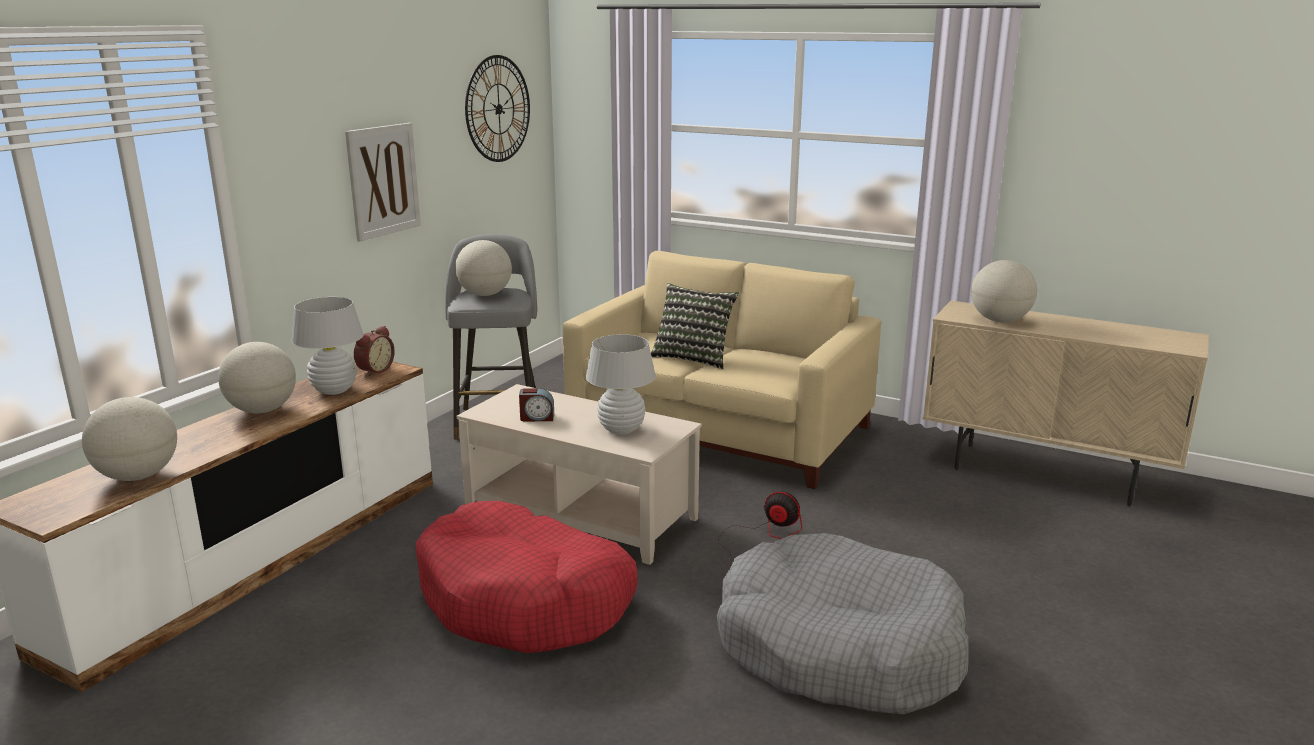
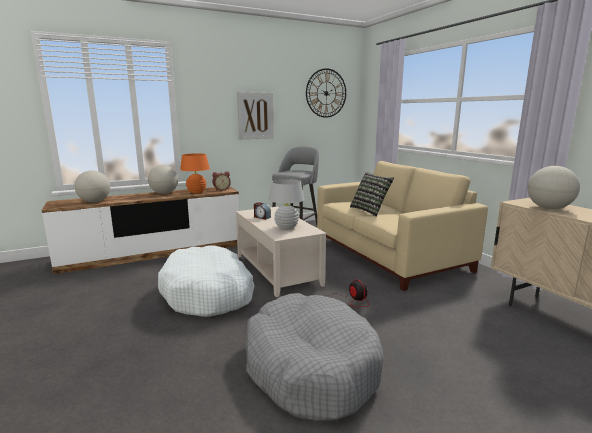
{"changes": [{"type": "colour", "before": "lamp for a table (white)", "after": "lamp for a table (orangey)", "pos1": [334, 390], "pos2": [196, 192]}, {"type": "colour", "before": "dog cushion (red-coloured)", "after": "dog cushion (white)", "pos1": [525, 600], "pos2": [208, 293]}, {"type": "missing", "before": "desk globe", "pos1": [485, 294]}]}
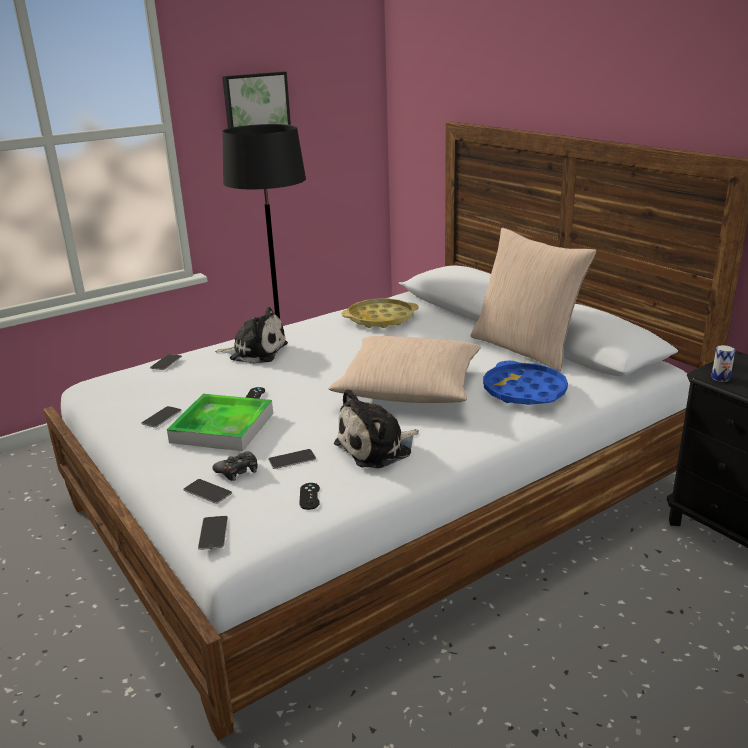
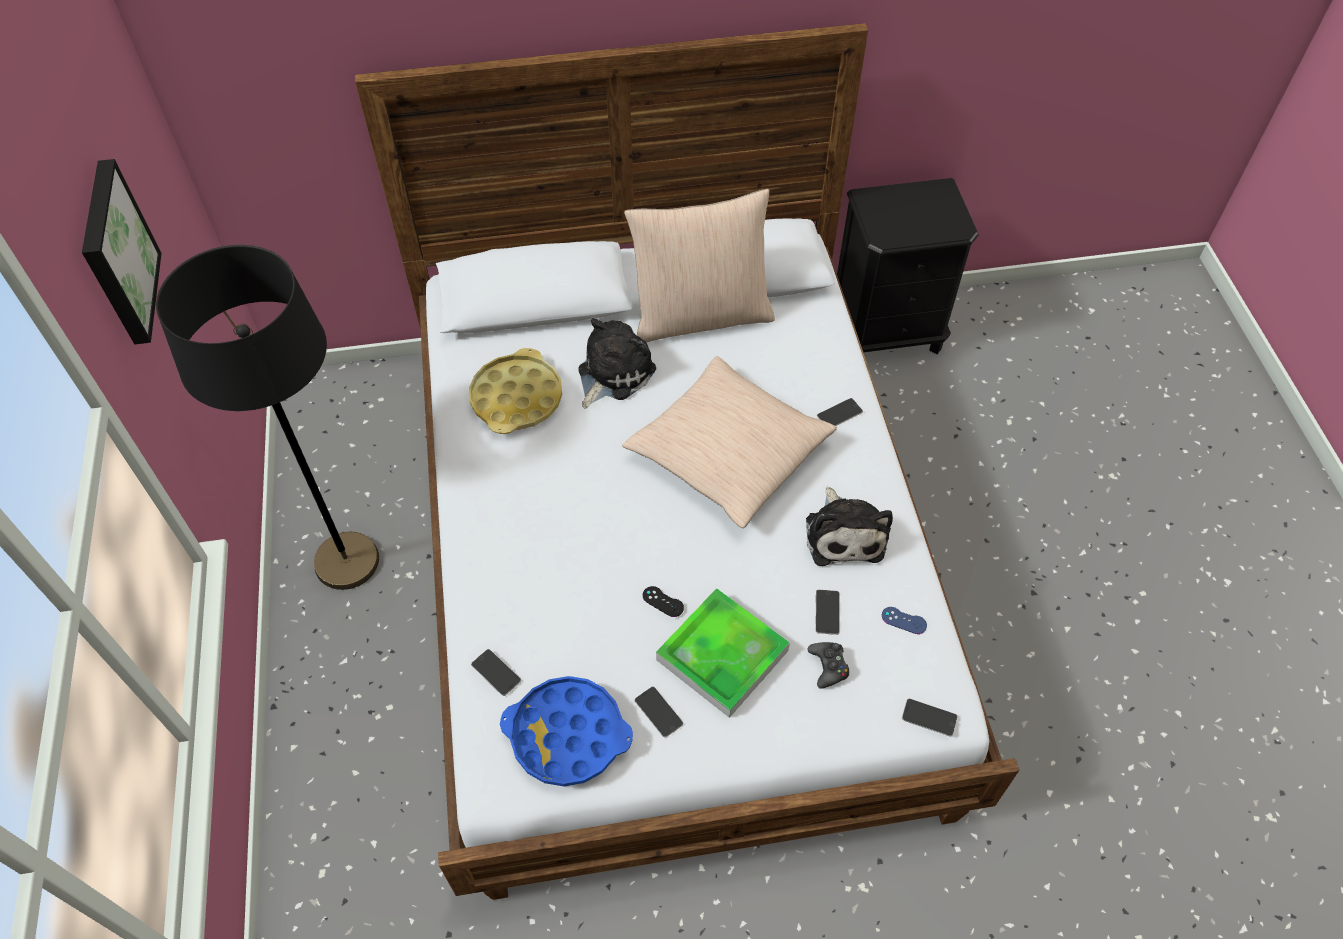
{"changes": [{"type": "relocated", "before": "phone", "pos1": [207, 491], "pos2": [839, 413]}, {"type": "relocated", "before": "soft toy", "pos1": [255, 352], "pos2": [612, 373]}, {"type": "colour", "before": "game controller (blackish)", "after": "game controller (blue)", "pos1": [309, 496], "pos2": [904, 620]}, {"type": "relocated", "before": "tray (blue)", "pos1": [524, 391], "pos2": [567, 735]}, {"type": "missing", "before": "metal can", "pos1": [720, 378]}]}
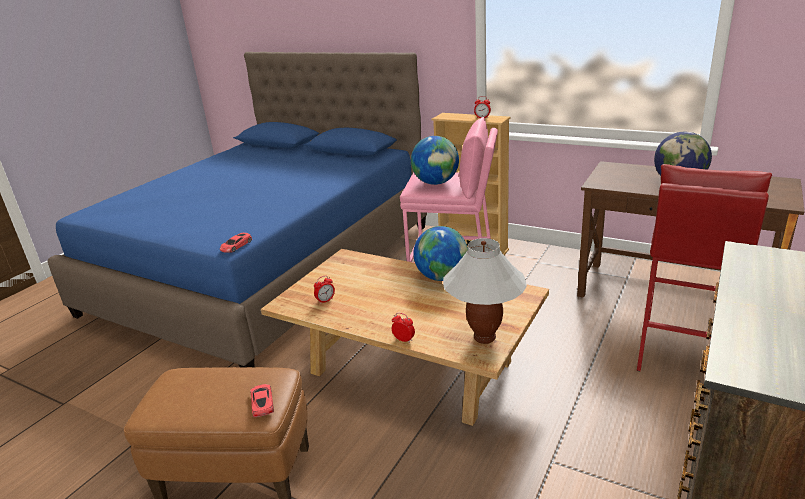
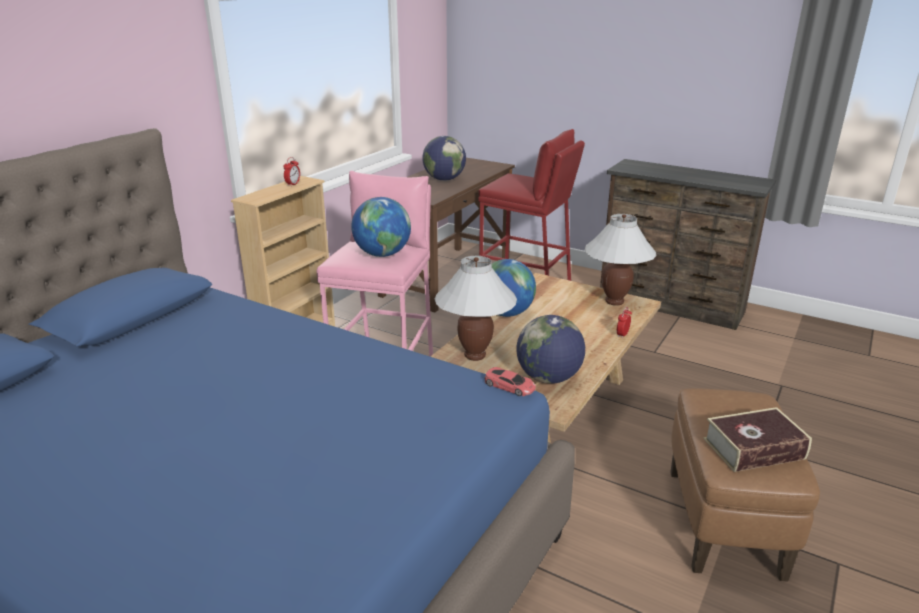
{"changes": [{"type": "missing", "before": "toy car (red-coloured)", "pos1": [262, 402]}, {"type": "exchanged", "before": "bedside clock", "after": "desk globe", "pos1": [325, 301], "pos2": [548, 378]}, {"type": "appeared", "after": "lamp for a table (white)", "pos2": [475, 355]}, {"type": "appeared", "after": "volume", "pos2": [754, 449]}]}
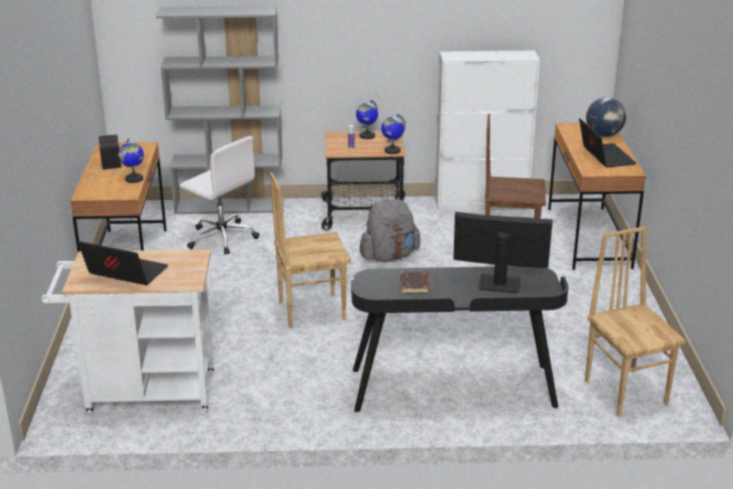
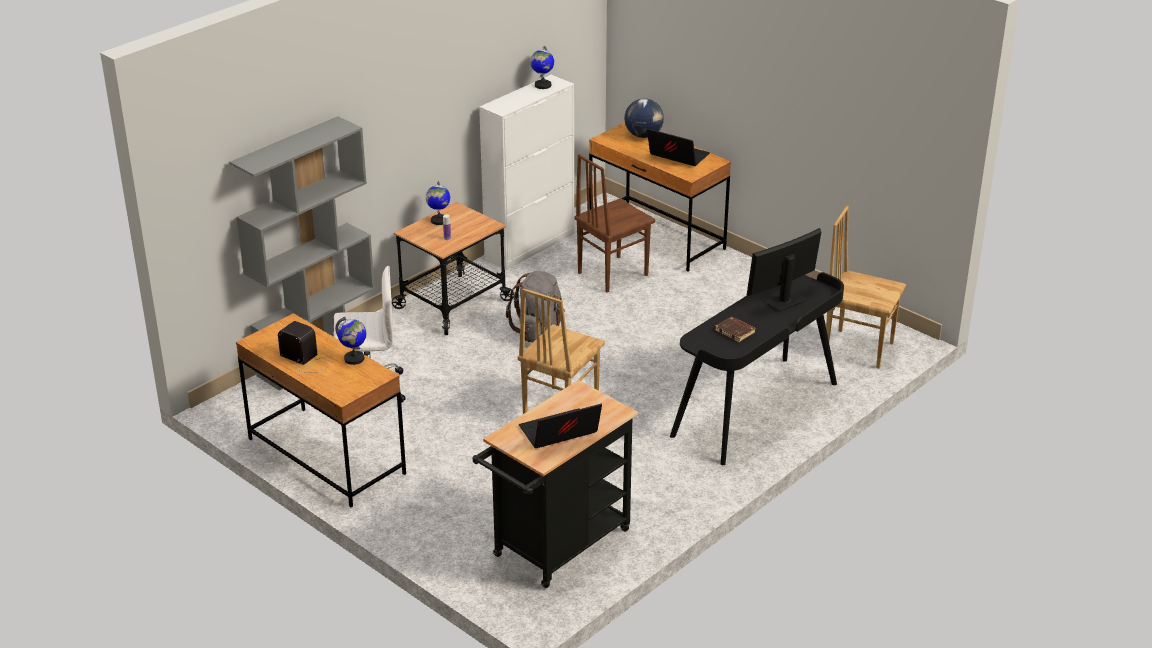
{"changes": [{"type": "colour", "before": "trolley (white)", "after": "trolley (blackish)", "pos1": [142, 394], "pos2": [556, 548]}, {"type": "relocated", "before": "desk globe", "pos1": [392, 151], "pos2": [542, 85]}]}
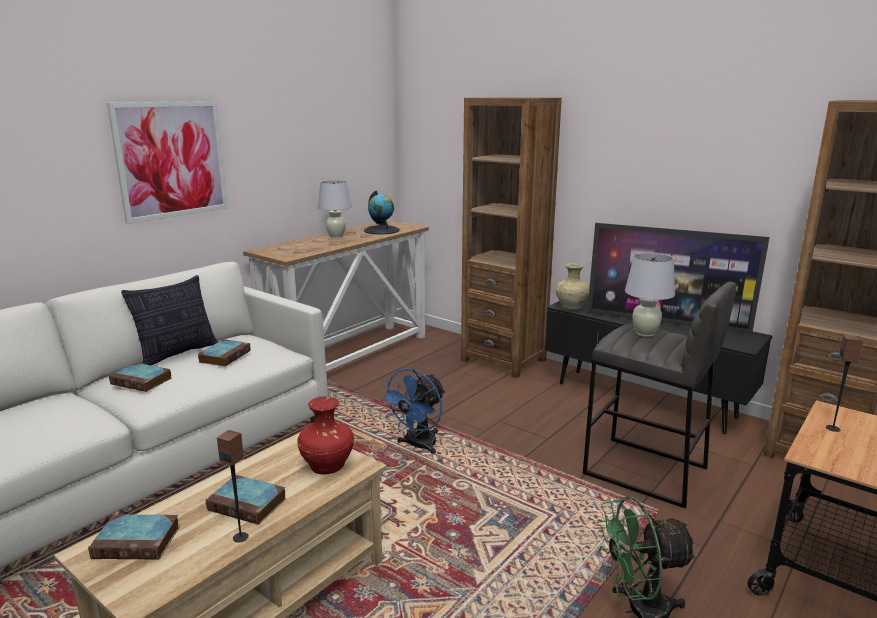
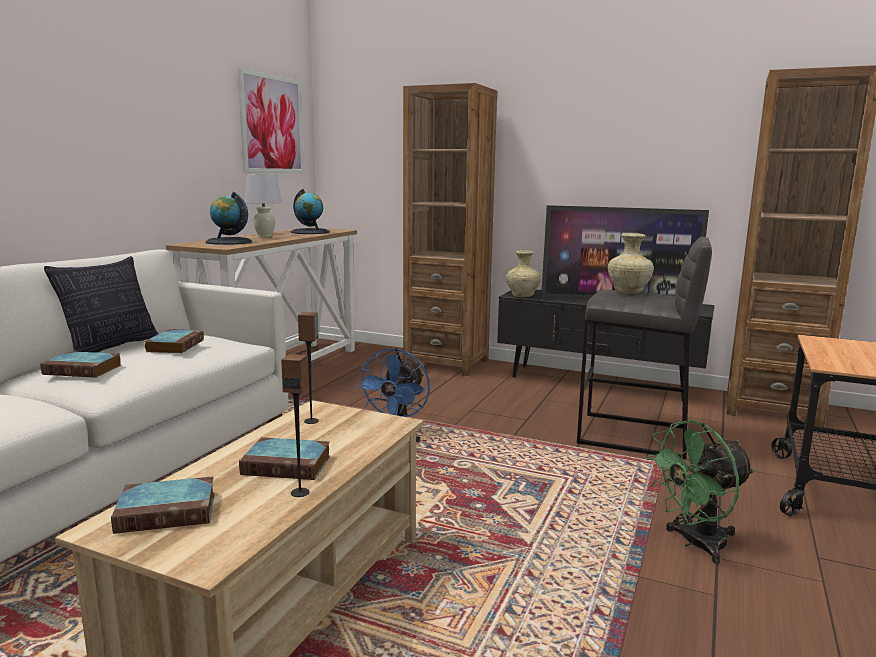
{"changes": [{"type": "relocated", "before": "wall picture", "pos1": [172, 160], "pos2": [272, 124]}, {"type": "missing", "before": "vase (red-coloured)", "pos1": [328, 467]}, {"type": "exchanged", "before": "lamp for a table (white)", "after": "vase (beige)", "pos1": [645, 333], "pos2": [629, 292]}, {"type": "relocated", "before": "speaker", "pos1": [833, 428], "pos2": [311, 421]}, {"type": "appeared", "after": "desk globe", "pos2": [228, 242]}]}
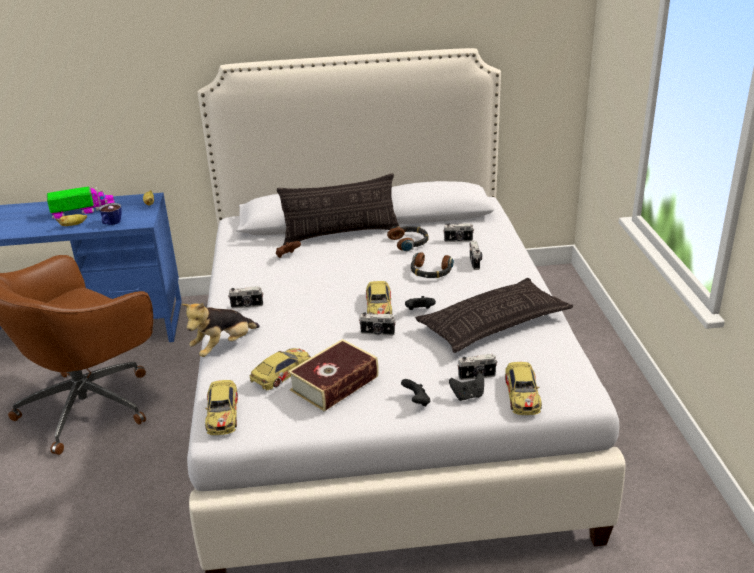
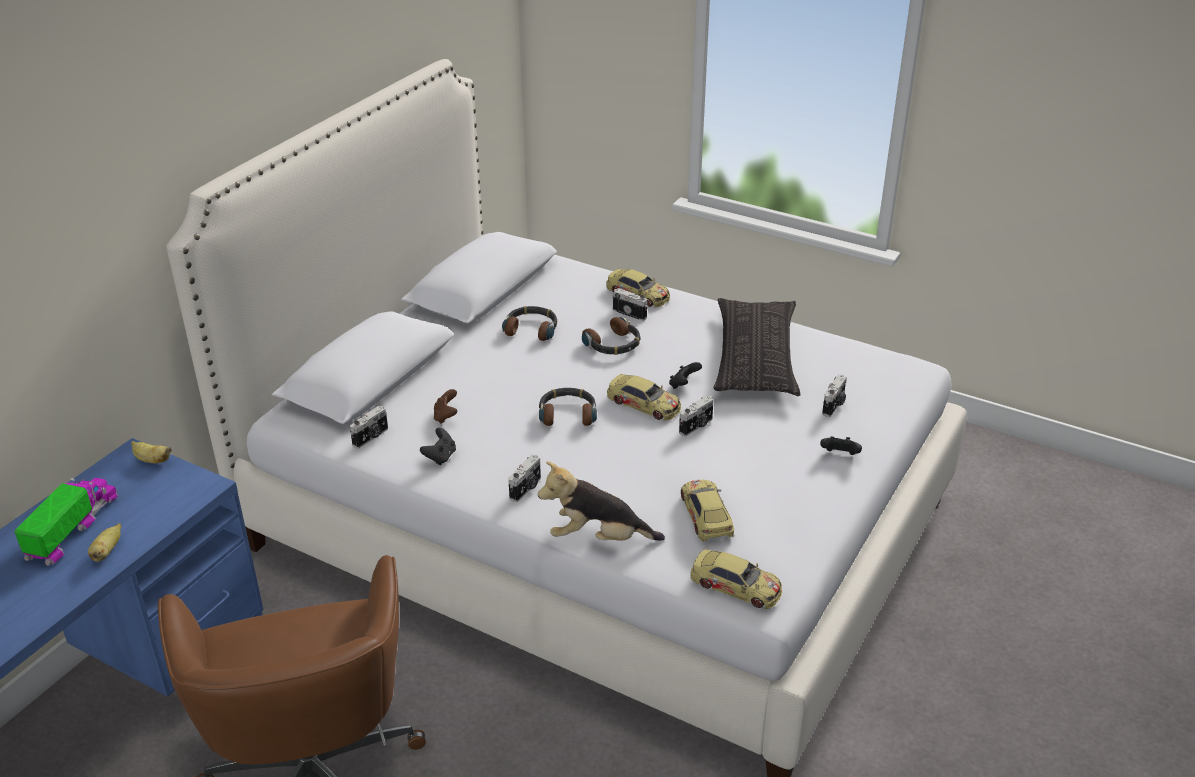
{"changes": [{"type": "missing", "before": "cup", "pos1": [111, 223]}, {"type": "spun", "before": "soft toy", "pos1": [224, 347], "pos2": [598, 538], "turn": 105}, {"type": "missing", "before": "pillow", "pos1": [341, 234]}, {"type": "missing", "before": "volume", "pos1": [334, 383]}, {"type": "relocated", "before": "still camera", "pos1": [458, 240], "pos2": [371, 437]}, {"type": "relocated", "before": "game controller (blackish)", "pos1": [468, 396], "pos2": [440, 457]}, {"type": "relocated", "before": "toy car", "pos1": [522, 393], "pos2": [638, 294]}, {"type": "appeared", "after": "headset", "pos2": [568, 413]}]}
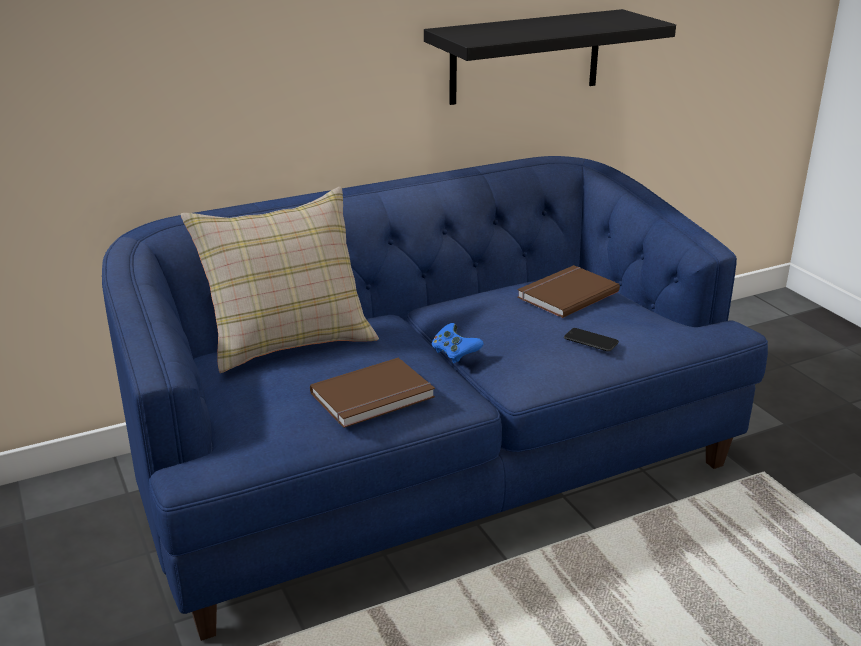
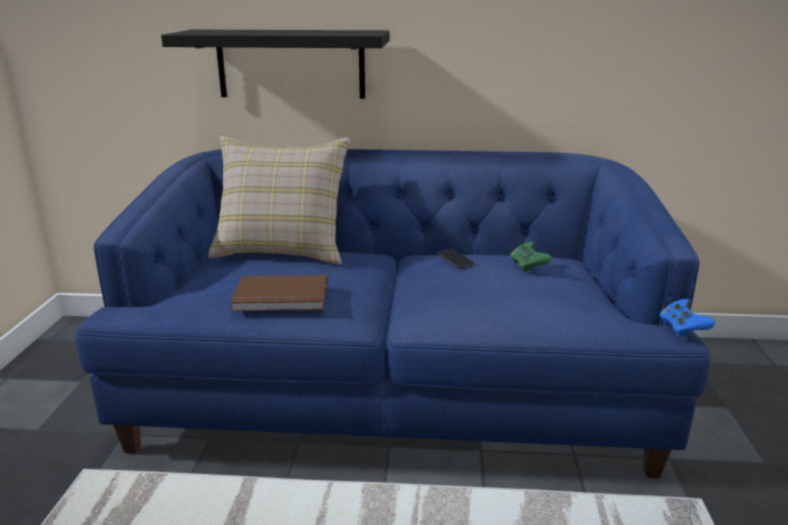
{"changes": [{"type": "relocated", "before": "bracket shelf (blackish)", "pos1": [525, 57], "pos2": [291, 64]}, {"type": "relocated", "before": "game controller (blue)", "pos1": [454, 354], "pos2": [682, 329]}, {"type": "exchanged", "before": "volume (brown-coloured)", "after": "game controller (green)", "pos1": [565, 294], "pos2": [528, 266]}, {"type": "relocated", "before": "phone", "pos1": [591, 340], "pos2": [454, 259]}]}
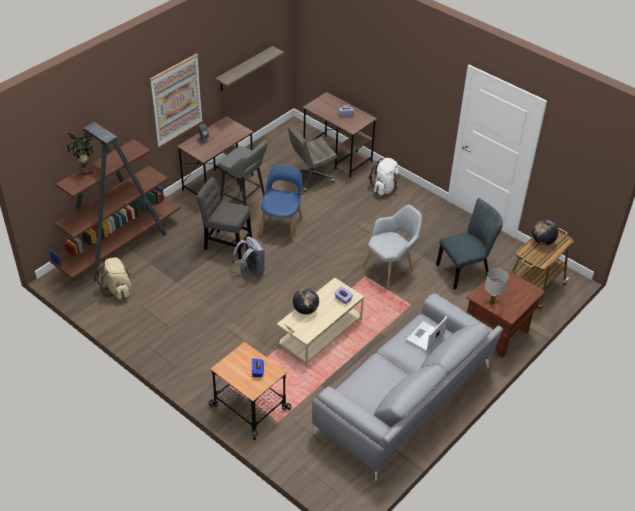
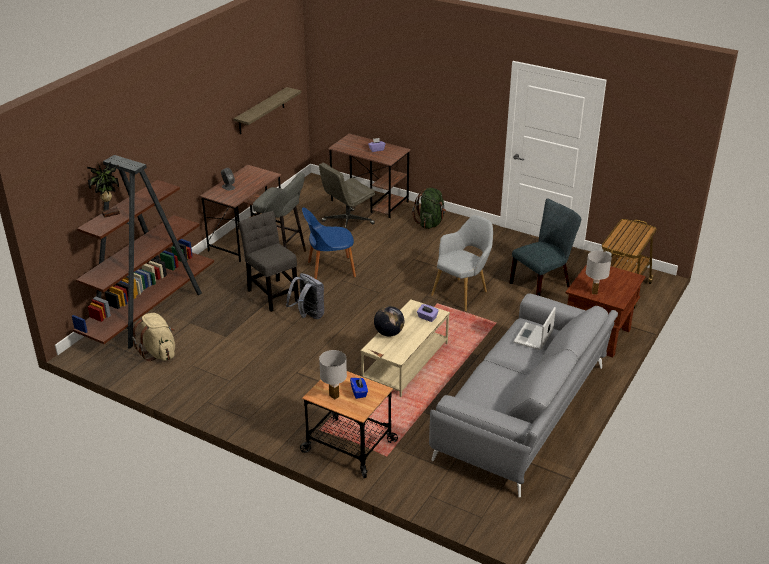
{"changes": [{"type": "missing", "before": "wall picture", "pos1": [176, 100]}, {"type": "spun", "before": "upright chair (gray)", "pos1": [226, 244], "pos2": [272, 294], "turn": 45}, {"type": "spun", "before": "upright chair (blue)", "pos1": [281, 226], "pos2": [329, 270], "turn": -105}, {"type": "colour", "before": "backpack (white)", "after": "backpack (green)", "pos1": [385, 188], "pos2": [430, 223]}, {"type": "missing", "before": "desk globe", "pos1": [542, 241]}, {"type": "appeared", "after": "lamp for a table (white)", "pos2": [333, 396]}]}
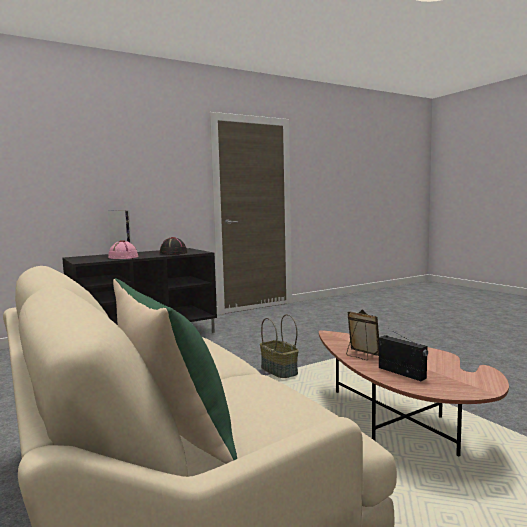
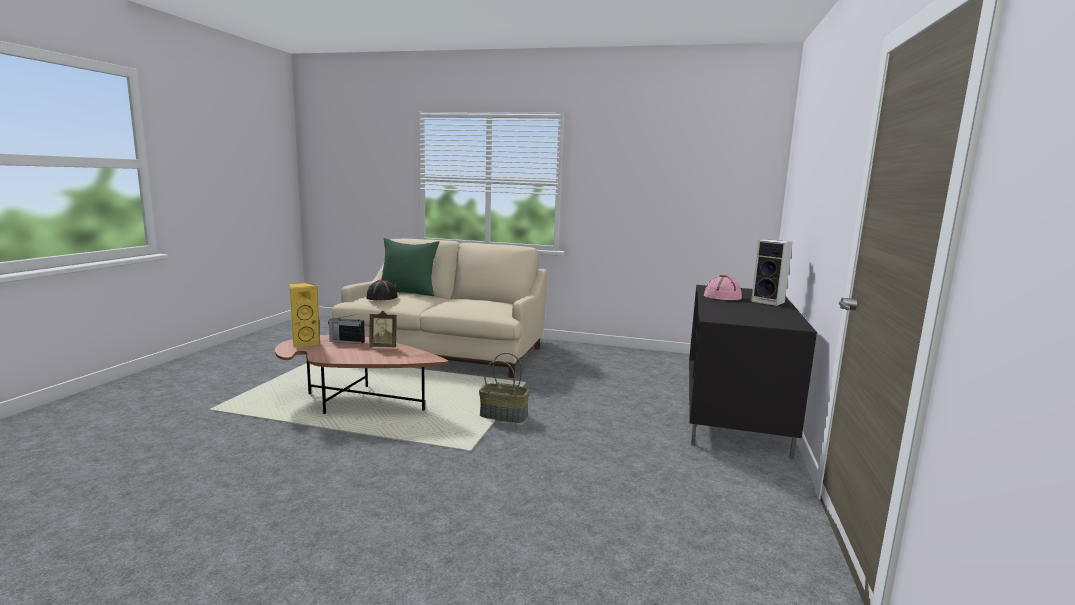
{"changes": [{"type": "relocated", "before": "clothing hat (blackish)", "pos1": [173, 253], "pos2": [382, 297]}, {"type": "appeared", "after": "speaker (yellow)", "pos2": [304, 343]}]}
